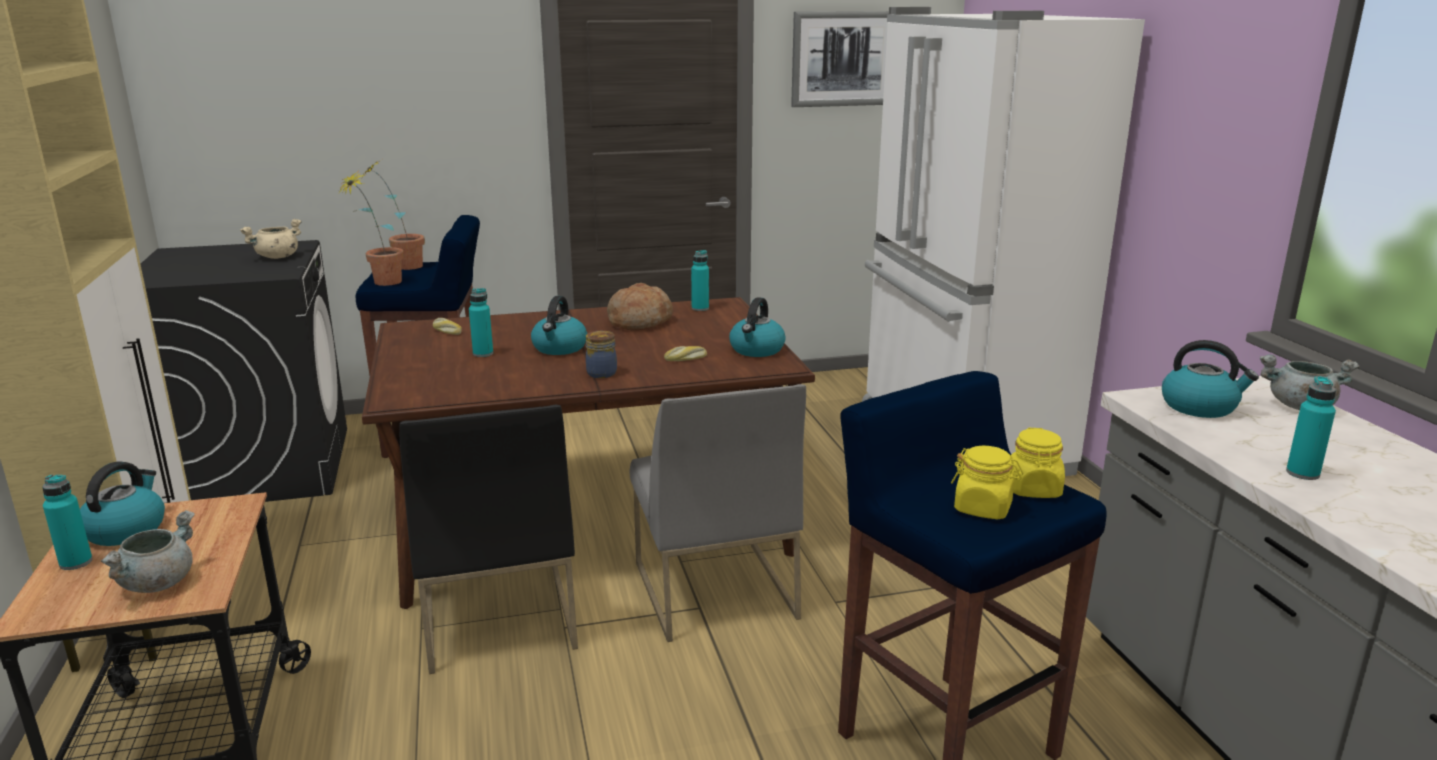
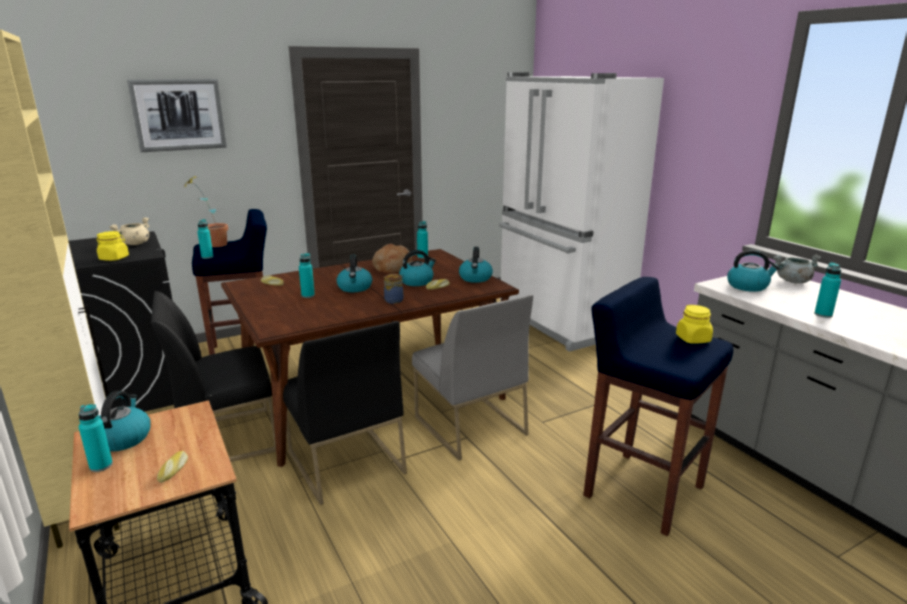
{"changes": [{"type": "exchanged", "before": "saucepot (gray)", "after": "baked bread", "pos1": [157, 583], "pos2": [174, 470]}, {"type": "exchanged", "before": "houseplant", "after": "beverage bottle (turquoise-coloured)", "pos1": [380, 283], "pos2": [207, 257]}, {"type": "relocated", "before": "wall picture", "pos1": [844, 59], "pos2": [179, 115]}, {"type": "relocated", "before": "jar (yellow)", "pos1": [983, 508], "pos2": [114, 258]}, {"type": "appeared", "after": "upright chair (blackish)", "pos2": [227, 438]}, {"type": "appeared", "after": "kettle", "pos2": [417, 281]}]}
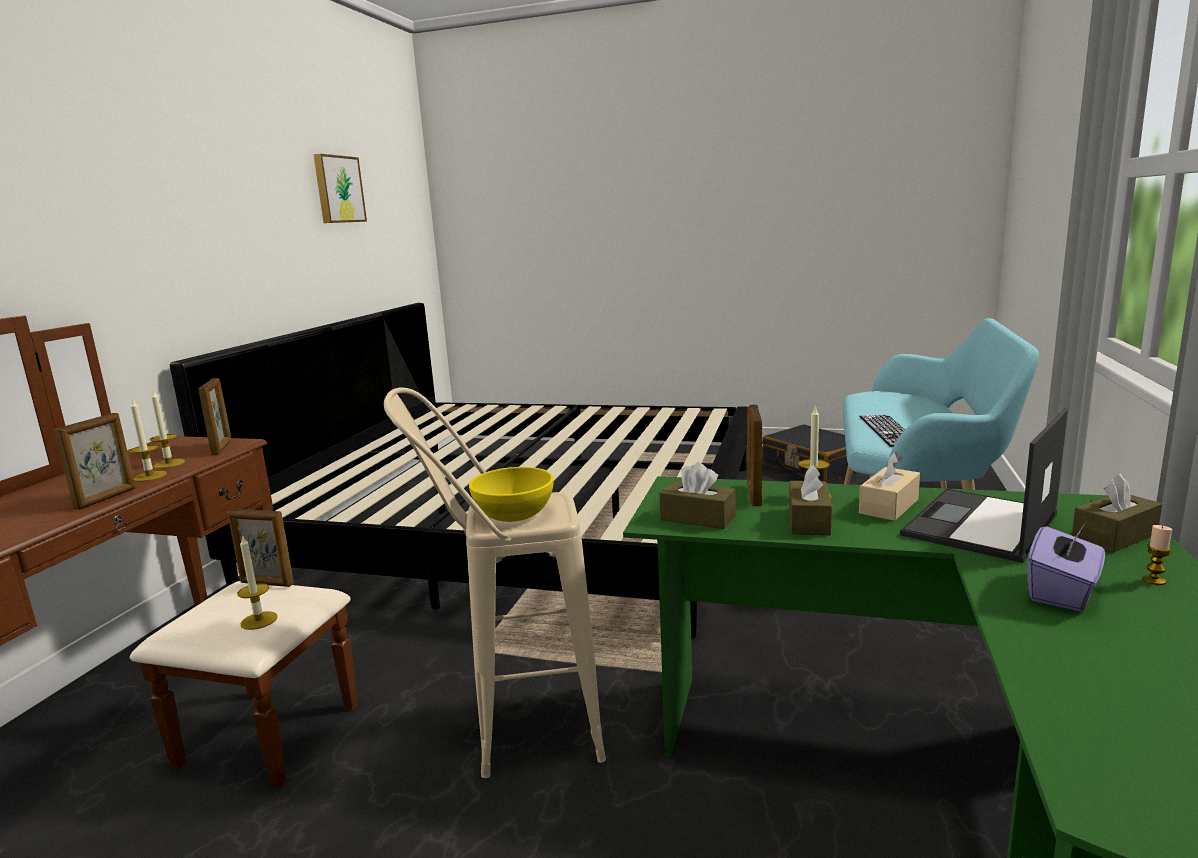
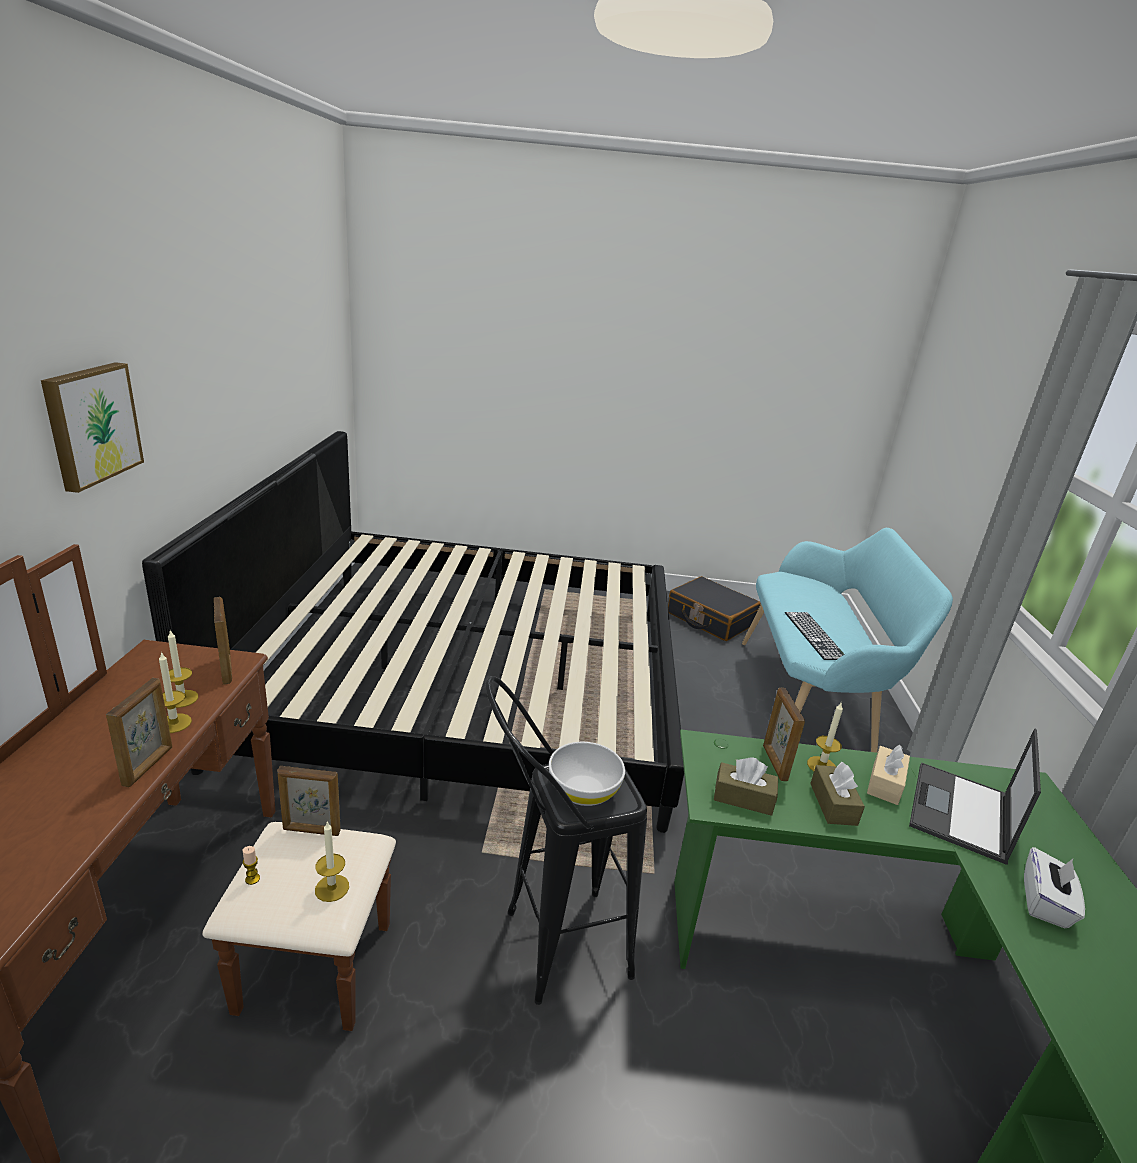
{"changes": [{"type": "relocated", "before": "wall picture", "pos1": [338, 189], "pos2": [91, 424]}, {"type": "colour", "before": "stool (beige)", "after": "stool (blackish)", "pos1": [515, 732], "pos2": [547, 949]}, {"type": "colour", "before": "serving bowl (yellow)", "after": "serving bowl (white)", "pos1": [513, 513], "pos2": [583, 791]}, {"type": "colour", "before": "box of tissues (purple-coloured)", "after": "box of tissues (white)", "pos1": [1062, 592], "pos2": [1045, 903]}, {"type": "missing", "before": "box of tissues (brown-coloured)", "pos1": [1114, 536]}, {"type": "relocated", "before": "wax light", "pos1": [1153, 580], "pos2": [252, 879]}]}
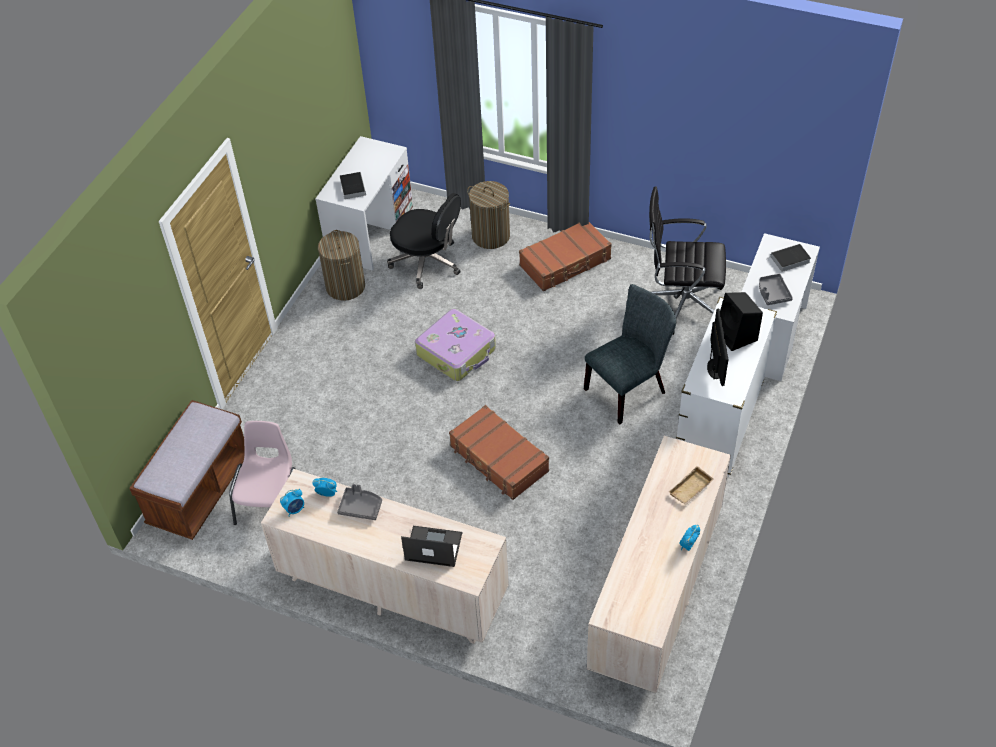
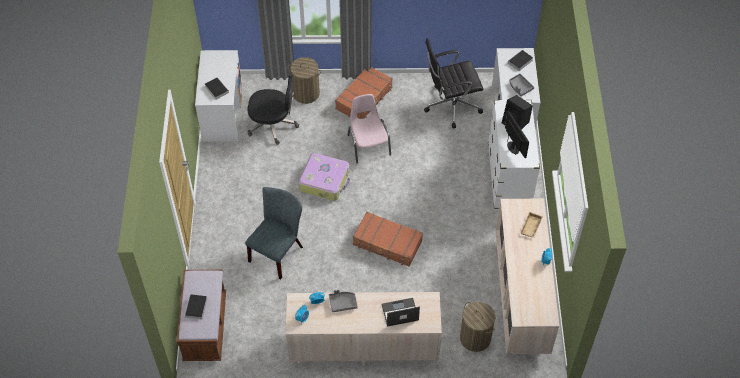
{"changes": [{"type": "relocated", "before": "upright chair (pinkish)", "pos1": [270, 500], "pos2": [368, 144]}, {"type": "relocated", "before": "washing basket", "pos1": [345, 286], "pos2": [475, 338]}, {"type": "relocated", "before": "upright chair (gray)", "pos1": [629, 389], "pos2": [278, 252]}, {"type": "appeared", "after": "volume", "pos2": [196, 308]}]}
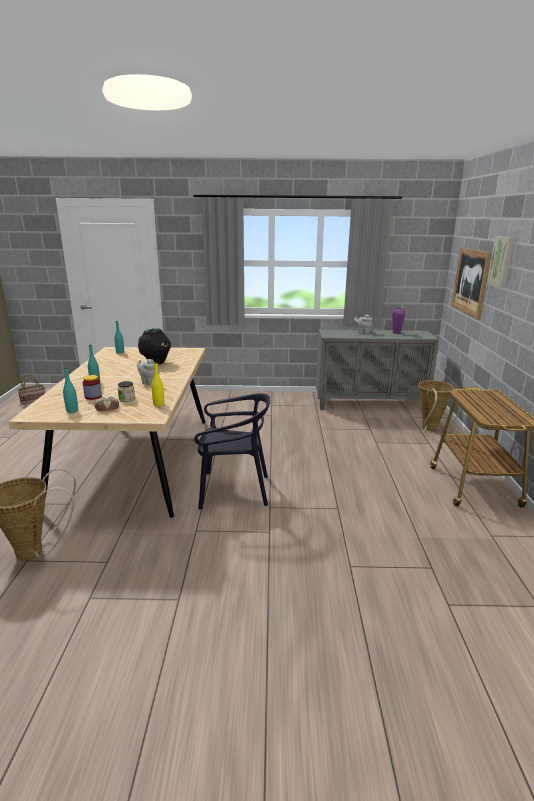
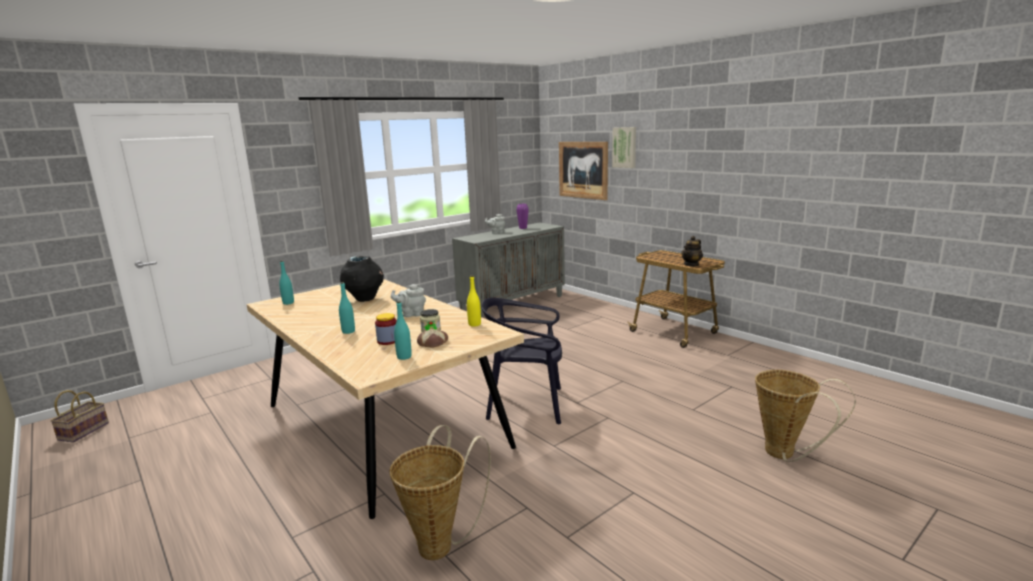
{"changes": [{"type": "spun", "before": "upright chair (blackish)", "pos1": [233, 490], "pos2": [526, 405], "turn": -135}, {"type": "relocated", "before": "storage basket", "pos1": [431, 429], "pos2": [786, 455]}, {"type": "appeared", "after": "teapot", "pos2": [691, 264]}]}
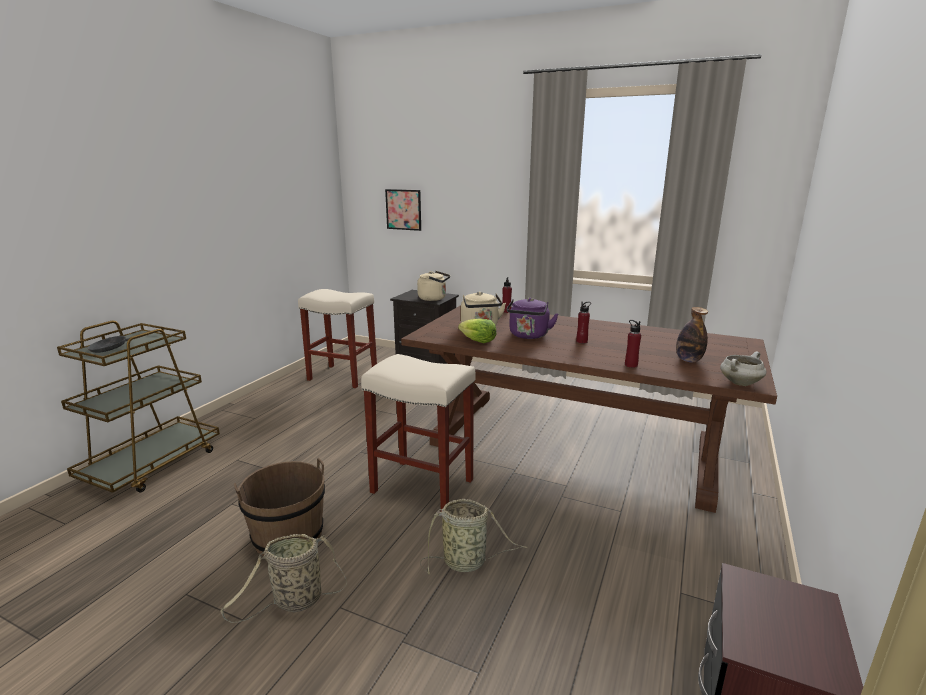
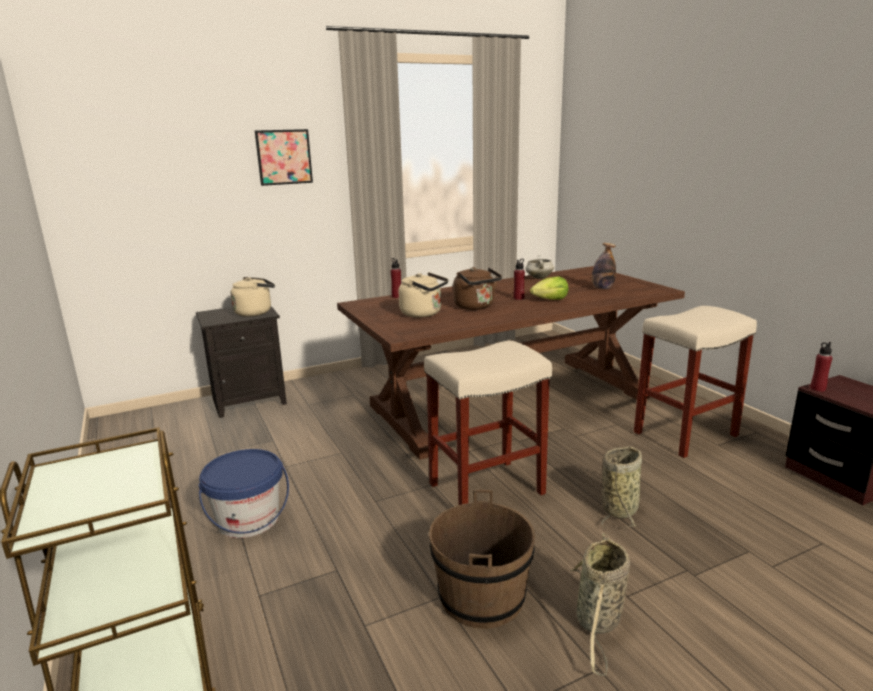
{"changes": [{"type": "missing", "before": "skillet (blackish)", "pos1": [113, 348]}, {"type": "relocated", "before": "stool (beige)", "pos1": [341, 376], "pos2": [685, 434]}, {"type": "relocated", "before": "wall picture", "pos1": [403, 209], "pos2": [284, 157]}, {"type": "relocated", "before": "head of lettuce", "pos1": [478, 341], "pos2": [550, 300]}, {"type": "colour", "before": "kettle (purple-coloured)", "after": "kettle (brown-coloured)", "pos1": [528, 336], "pos2": [476, 307]}, {"type": "relocated", "before": "beverage bottle (red-coloured)", "pos1": [631, 365], "pos2": [817, 389]}, {"type": "relocated", "before": "saucepot (white)", "pos1": [740, 383], "pos2": [538, 278]}, {"type": "appeared", "after": "pail (blue)", "pos2": [248, 520]}]}
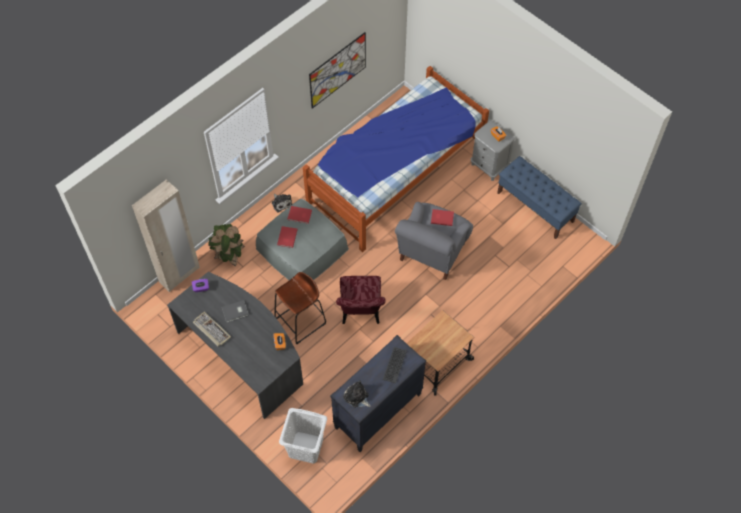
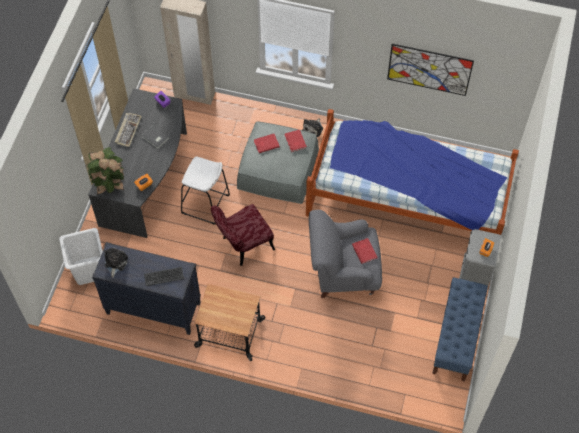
{"changes": [{"type": "relocated", "before": "houseplant", "pos1": [229, 255], "pos2": [109, 184]}, {"type": "colour", "before": "stool (brown-coloured)", "after": "stool (white)", "pos1": [300, 321], "pos2": [205, 204]}]}
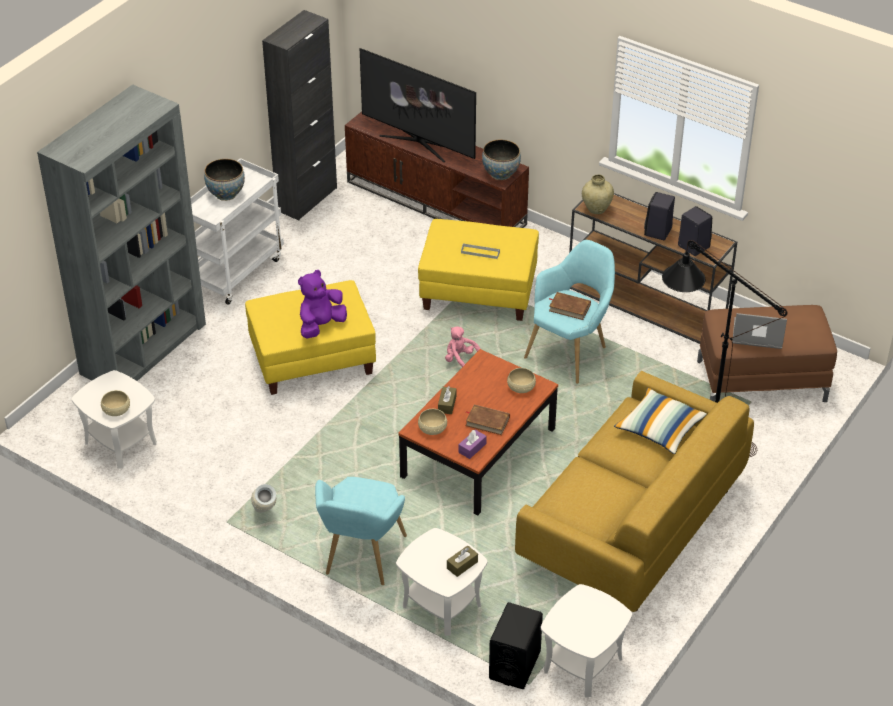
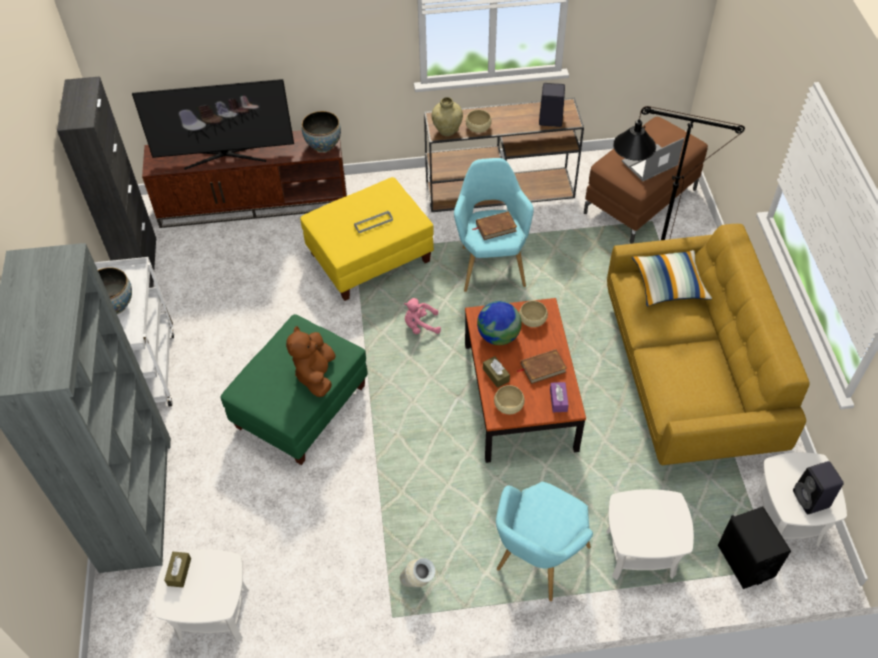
{"changes": [{"type": "relocated", "before": "serving bowl (beige)", "pos1": [116, 409], "pos2": [478, 127]}, {"type": "colour", "before": "ottoman (yellow)", "after": "ottoman (green)", "pos1": [312, 360], "pos2": [301, 407]}, {"type": "colour", "before": "soft toy (purple-coloured)", "after": "soft toy (brown-coloured)", "pos1": [321, 325], "pos2": [316, 375]}, {"type": "spun", "before": "armchair (turquoise-coloured)", "pos1": [361, 559], "pos2": [537, 562], "turn": 60}, {"type": "relocated", "before": "box of tissues (brown-coloured)", "pos1": [462, 565], "pos2": [179, 572]}, {"type": "relocated", "before": "speaker (blackish)", "pos1": [658, 232], "pos2": [812, 500]}, {"type": "appeared", "after": "desk globe", "pos2": [498, 336]}]}
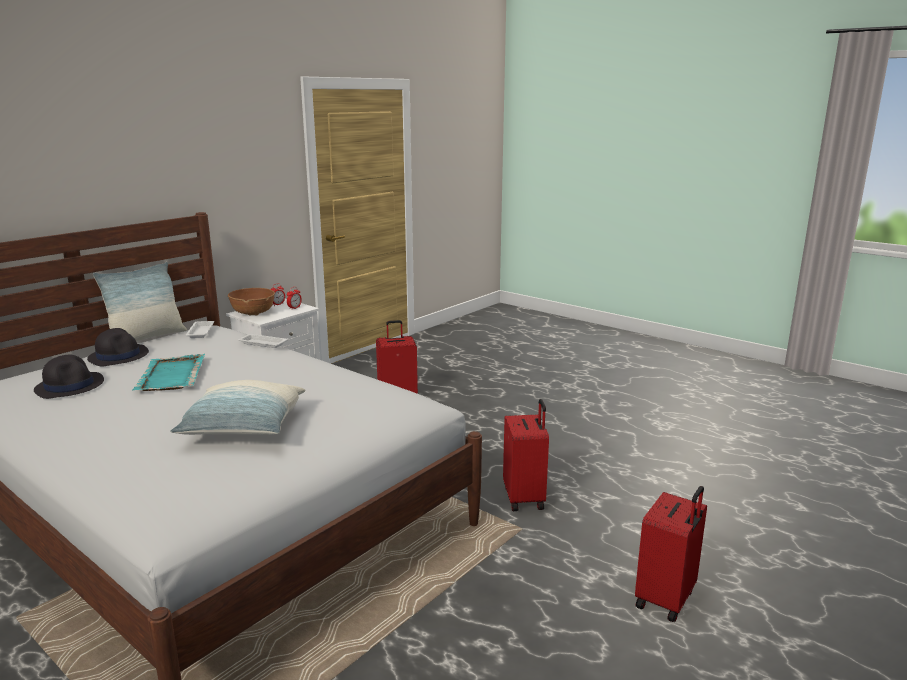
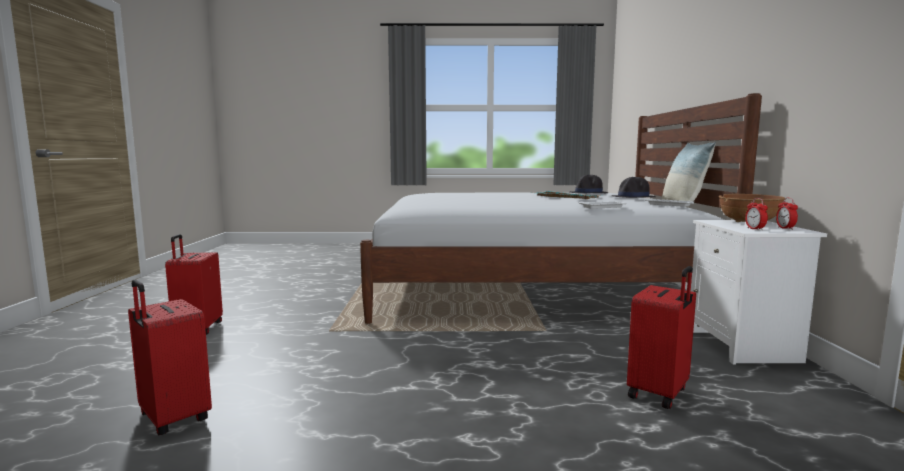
{"changes": [{"type": "missing", "before": "pillow", "pos1": [244, 428]}, {"type": "relocated", "before": "travel case (red-coloured)", "pos1": [525, 498], "pos2": [172, 419]}]}
